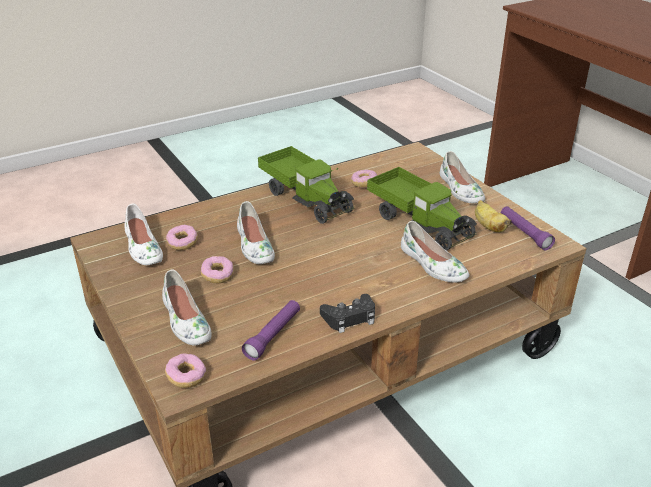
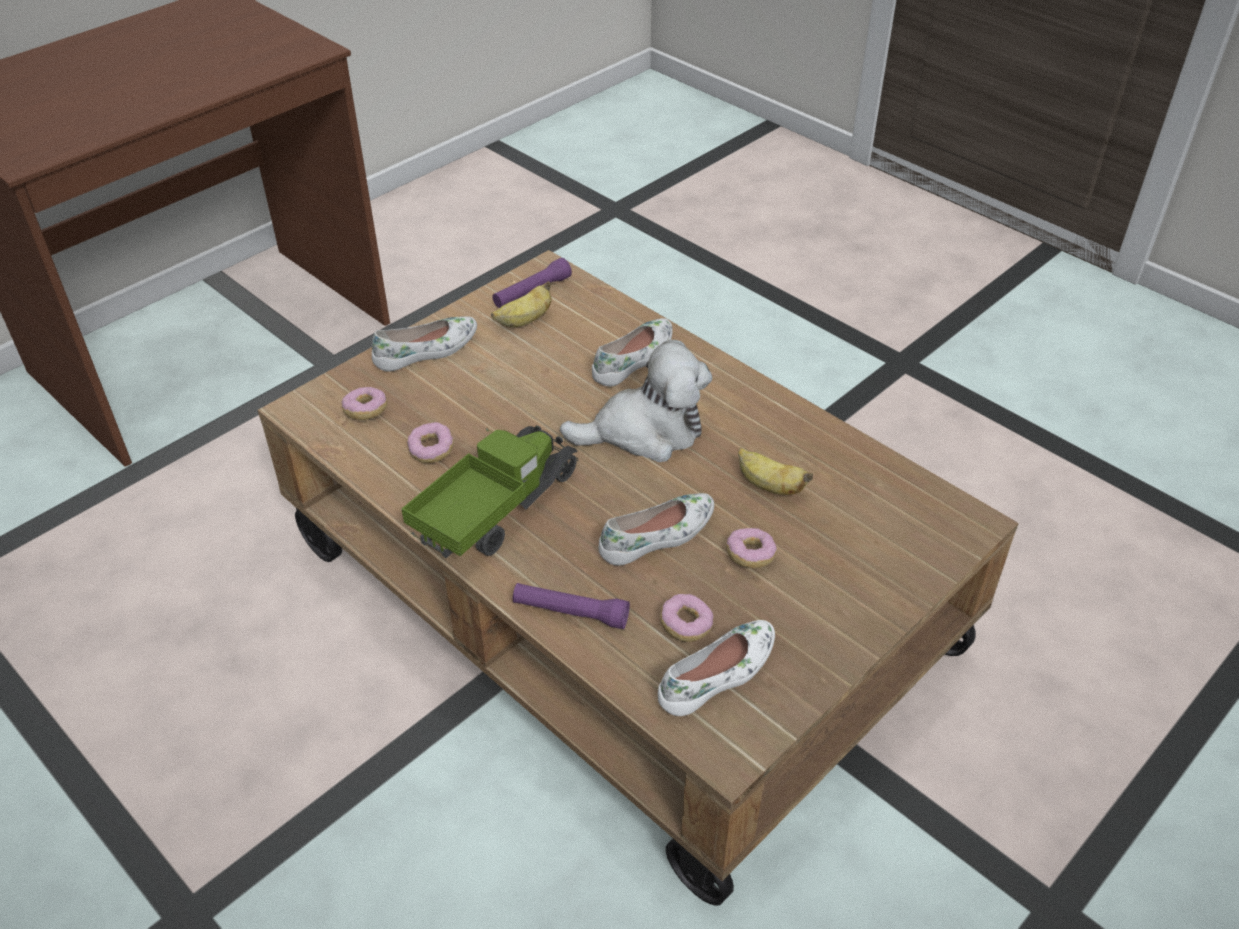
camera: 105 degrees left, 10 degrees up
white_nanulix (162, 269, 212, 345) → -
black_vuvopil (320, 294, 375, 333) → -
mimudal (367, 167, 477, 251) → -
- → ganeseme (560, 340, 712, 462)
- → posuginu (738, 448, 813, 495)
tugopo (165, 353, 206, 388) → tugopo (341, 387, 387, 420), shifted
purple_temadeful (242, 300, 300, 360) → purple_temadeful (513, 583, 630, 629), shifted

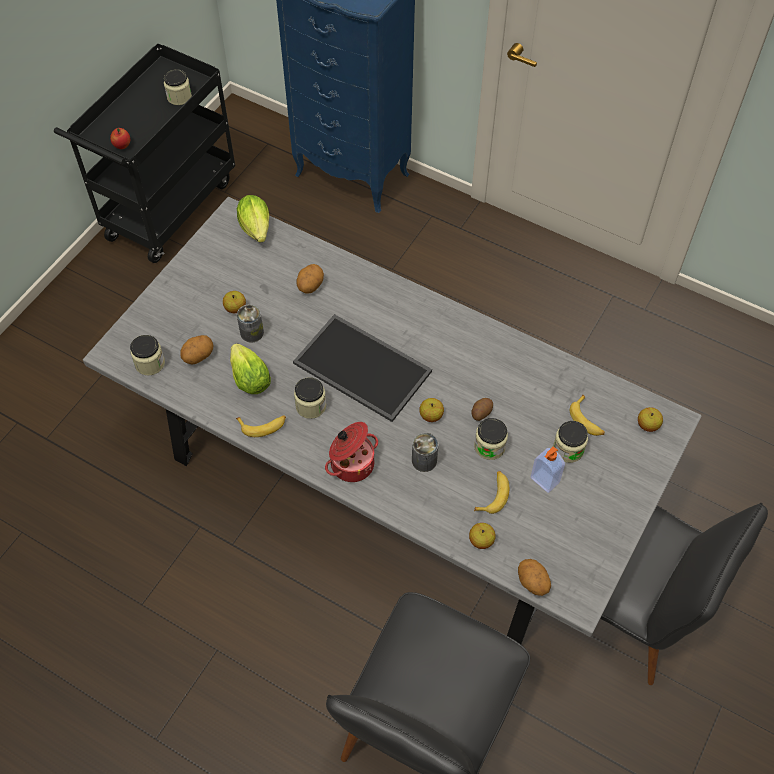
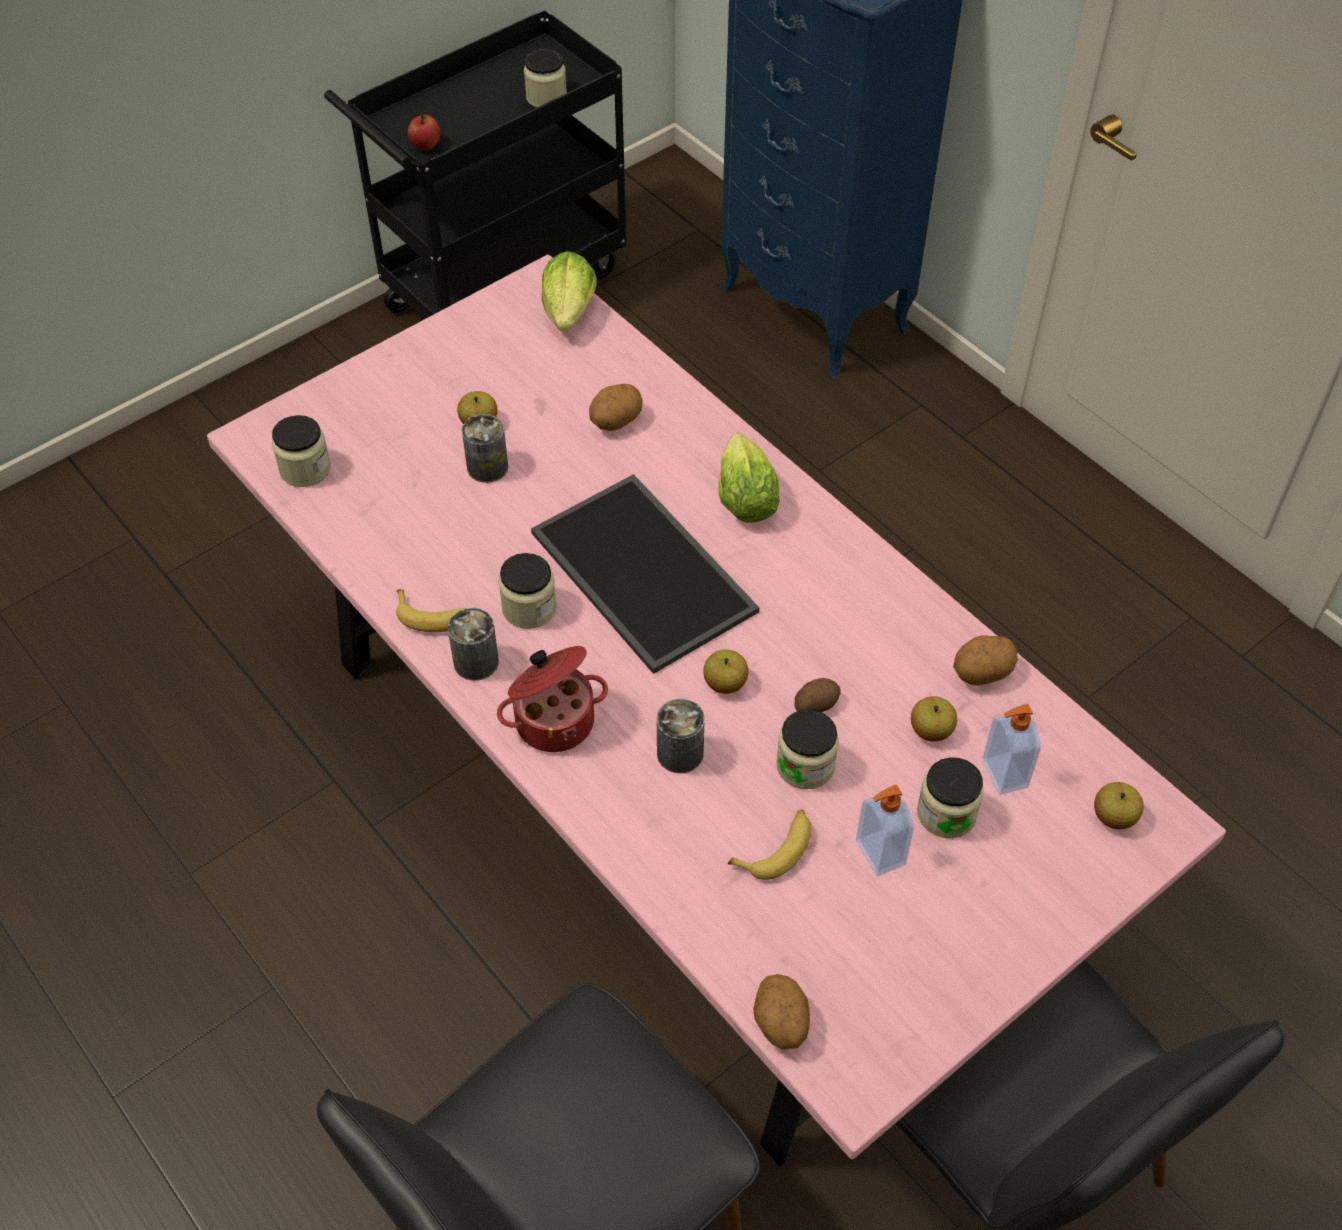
camera: 20 degrees right, 5 degrees down
- → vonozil (447, 608, 499, 681)
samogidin (180, 335, 213, 365) → samogidin (953, 636, 1018, 685), shifted
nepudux (230, 343, 271, 394) → nepudux (718, 434, 780, 523), shifted
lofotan (469, 523, 496, 549) → lofotan (911, 696, 957, 742), shifted
posuginu (570, 395, 605, 436) → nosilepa (982, 704, 1041, 795)
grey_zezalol (83, 197, 702, 644) → pink_zezalol (207, 255, 1226, 1167)

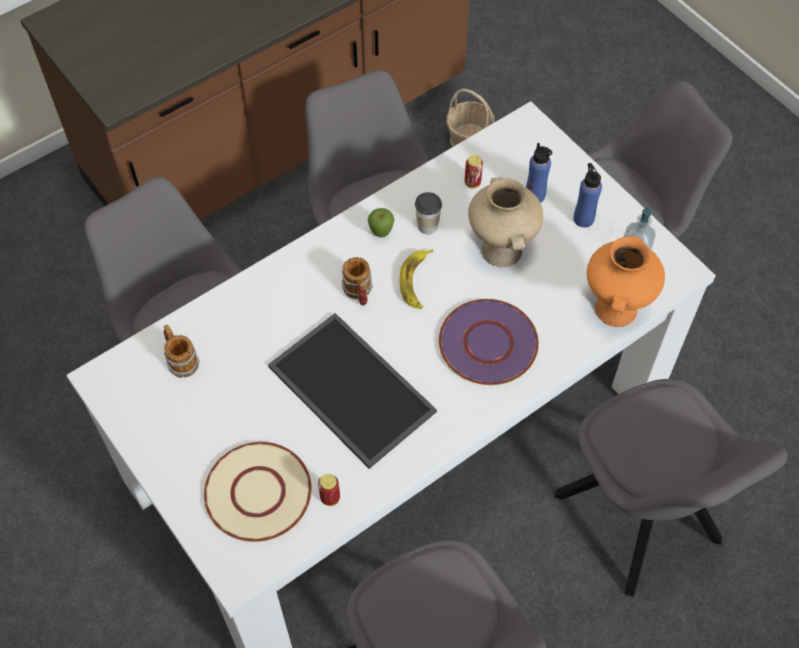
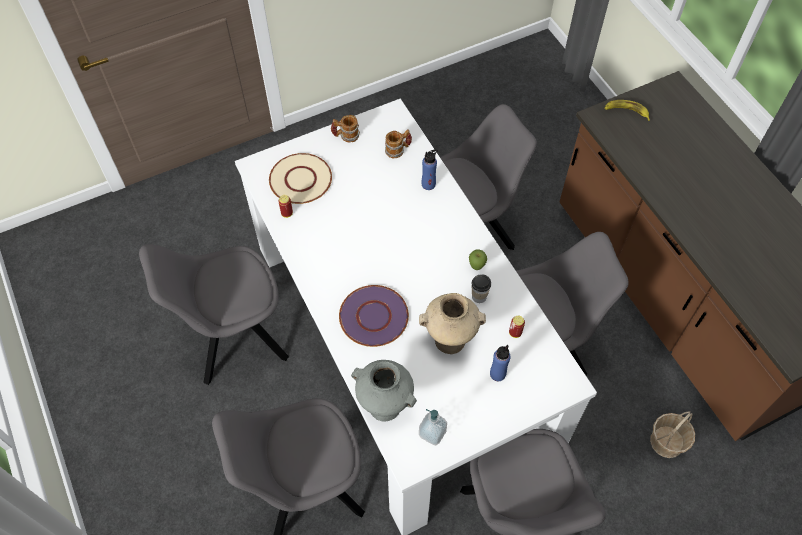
camera: 100 degrees right, 0 degrees up
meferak (268, 313, 437, 469) → -
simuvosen (342, 257, 373, 305) → simuvosen (331, 115, 360, 142), shifted
posuginu (400, 249, 433, 309) → posuginu (604, 100, 650, 121), shifted
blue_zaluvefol (573, 163, 602, 227) → blue_zaluvefol (422, 149, 438, 190), shifted
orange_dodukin (587, 236, 665, 327) → grey_dodukin (351, 360, 417, 422)

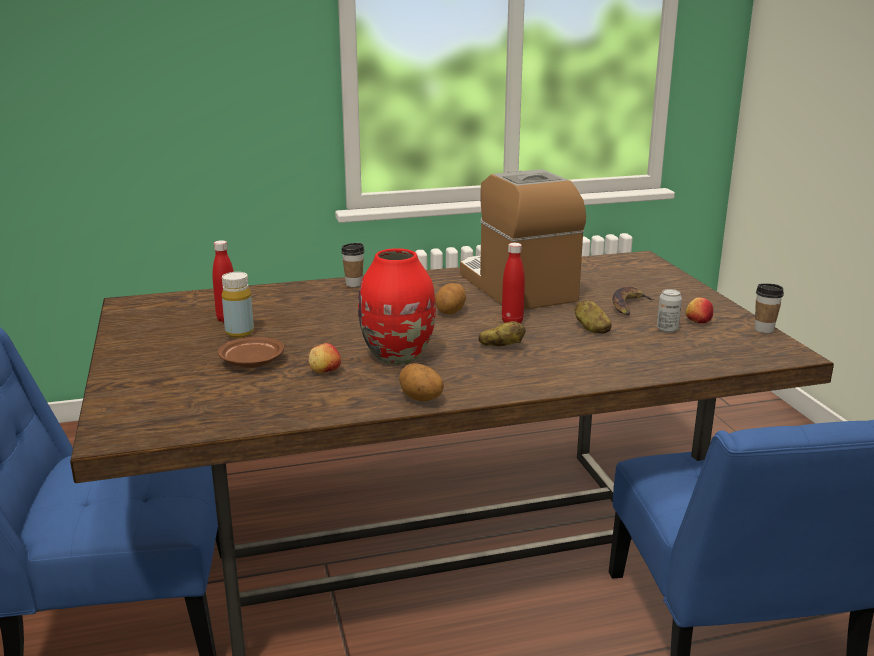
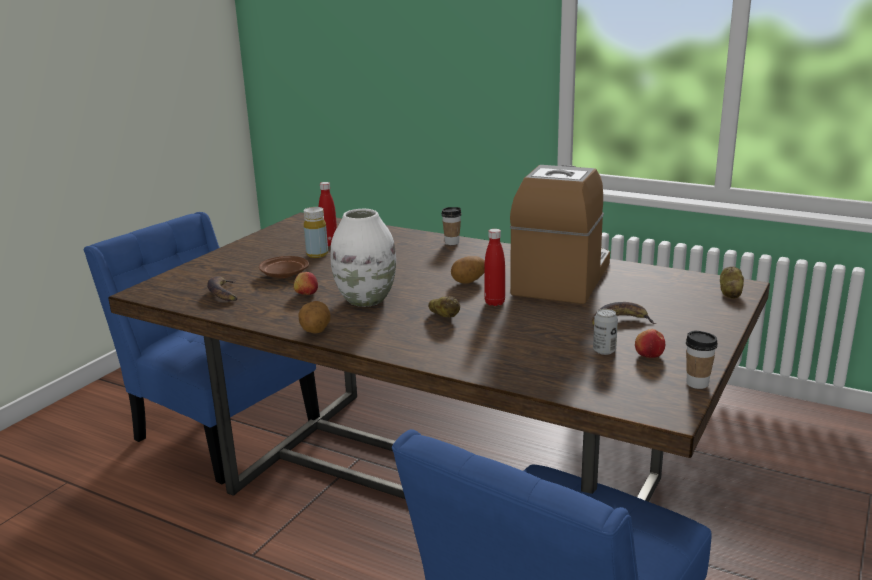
camera: 45 degrees right, 0 degrees up
- → posuginu (207, 276, 238, 301)
samogidin (575, 300, 612, 334) → samogidin (720, 266, 744, 299), shifted
red_dodukin (358, 248, 436, 365) → white_dodukin (330, 209, 396, 307)

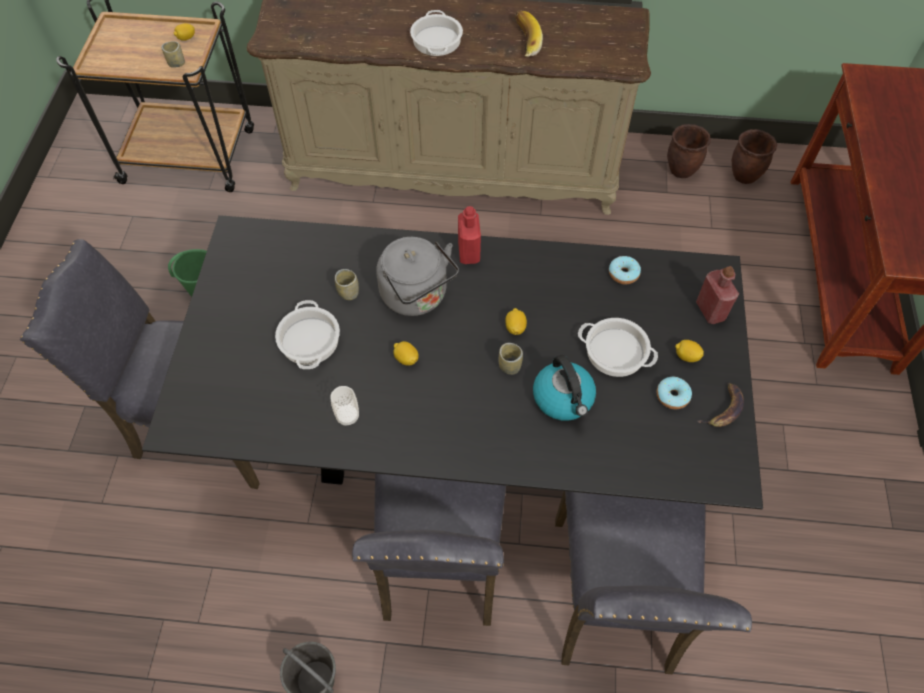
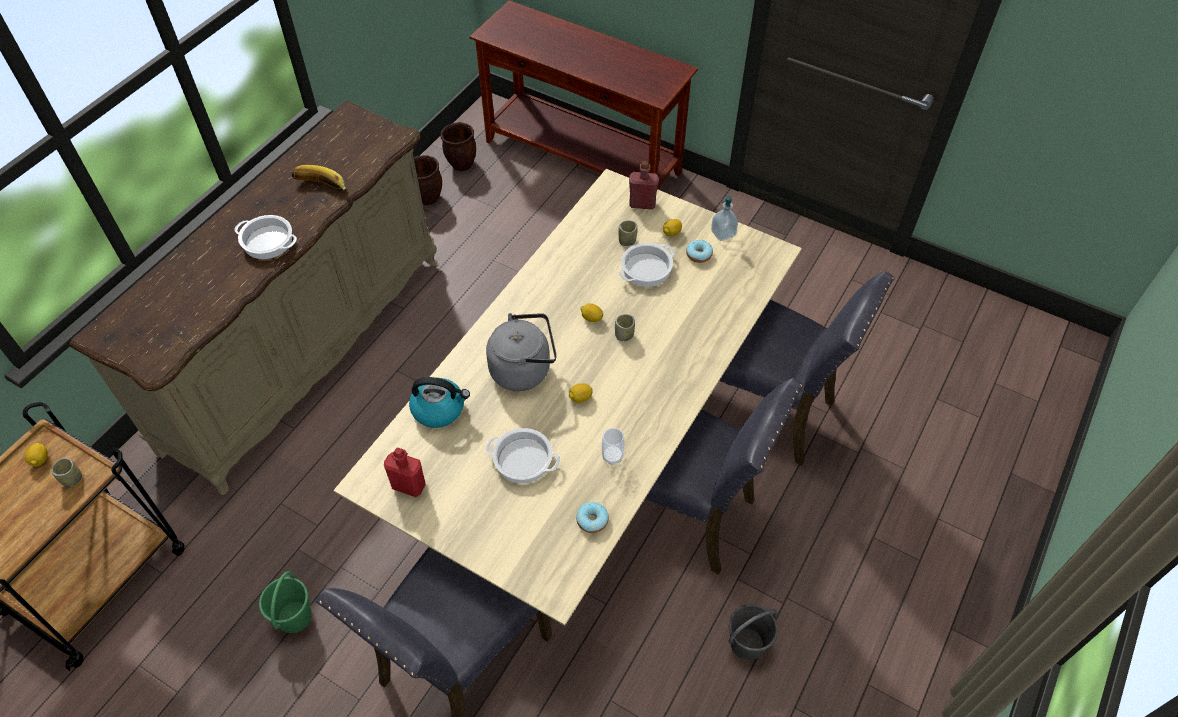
camera: 65 degrees left, 5 degrees down
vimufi (335, 269, 359, 300) → vimufi (619, 220, 637, 246), shifted
red_zaluvefol (458, 206, 481, 264) → red_zaluvefol (384, 448, 426, 497), shifted
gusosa (533, 355, 596, 421) → gusosa (409, 377, 470, 428), shifted
tugopo (609, 256, 641, 284) → tugopo (576, 502, 609, 533), shifted
posuginu (697, 383, 744, 427) → nosilepa (711, 196, 738, 241)
black_zezalol (142, 215, 763, 510) → beige_zezalol (333, 169, 802, 626)

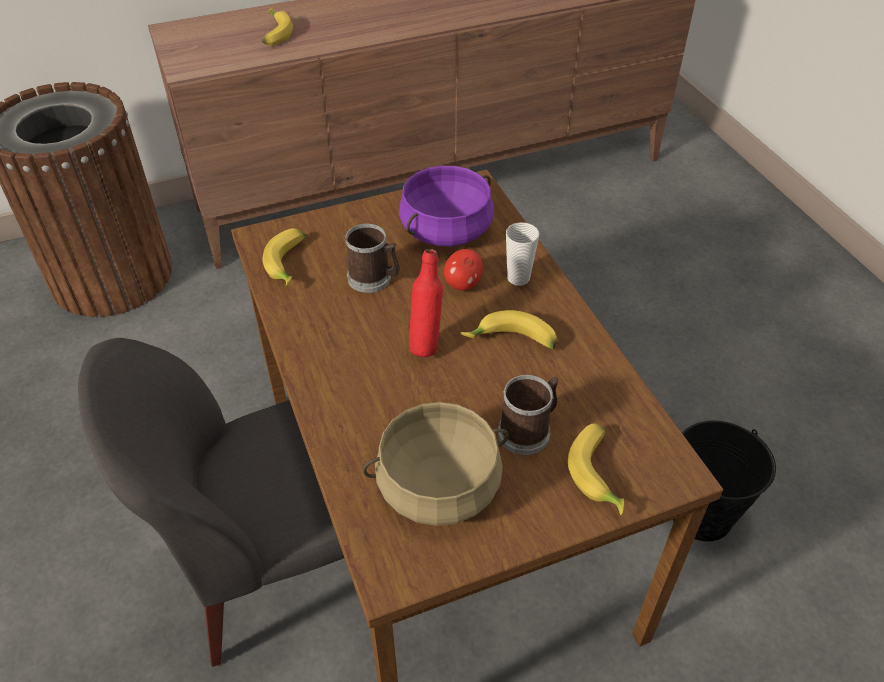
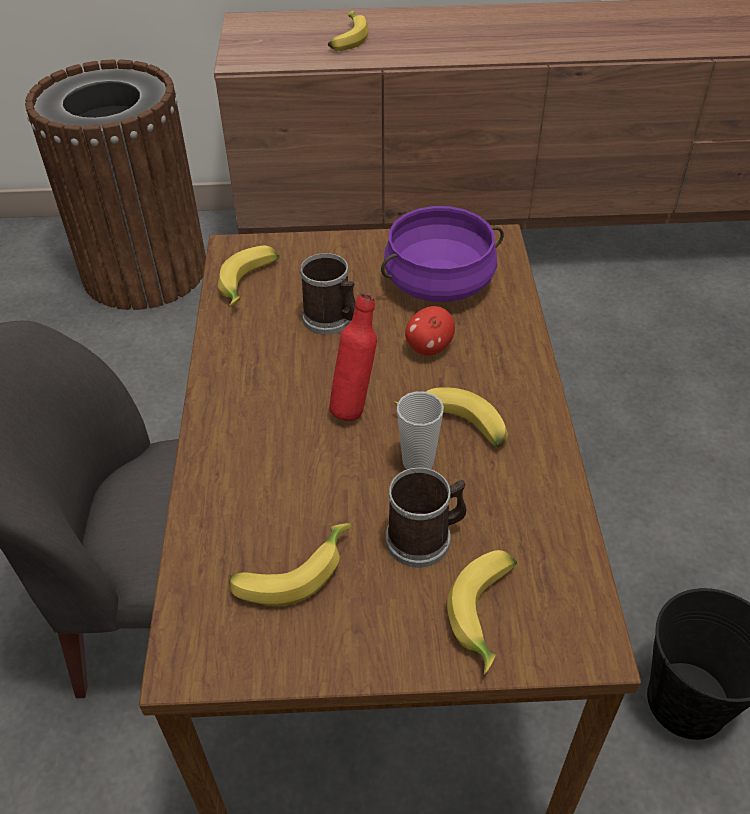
camera: 20 degrees right, 0 degrees up
vimufi (506, 222, 539, 286) → vimufi (397, 391, 443, 470), shifted
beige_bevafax (363, 402, 509, 526) → posuginu (229, 523, 351, 606)

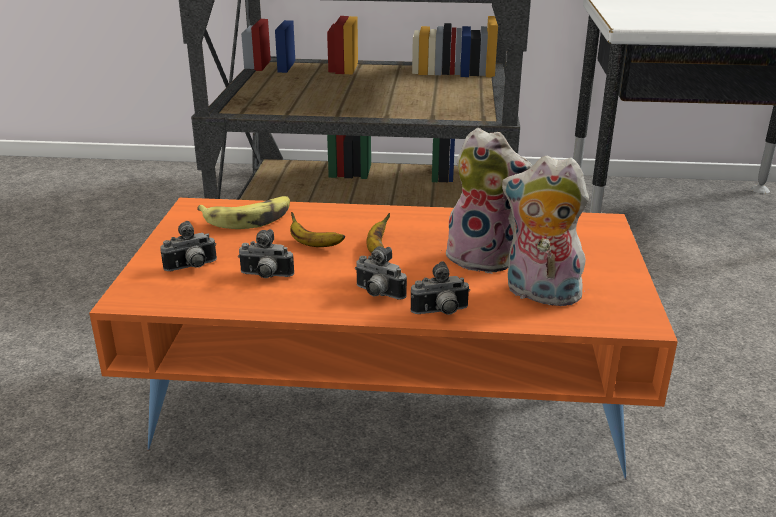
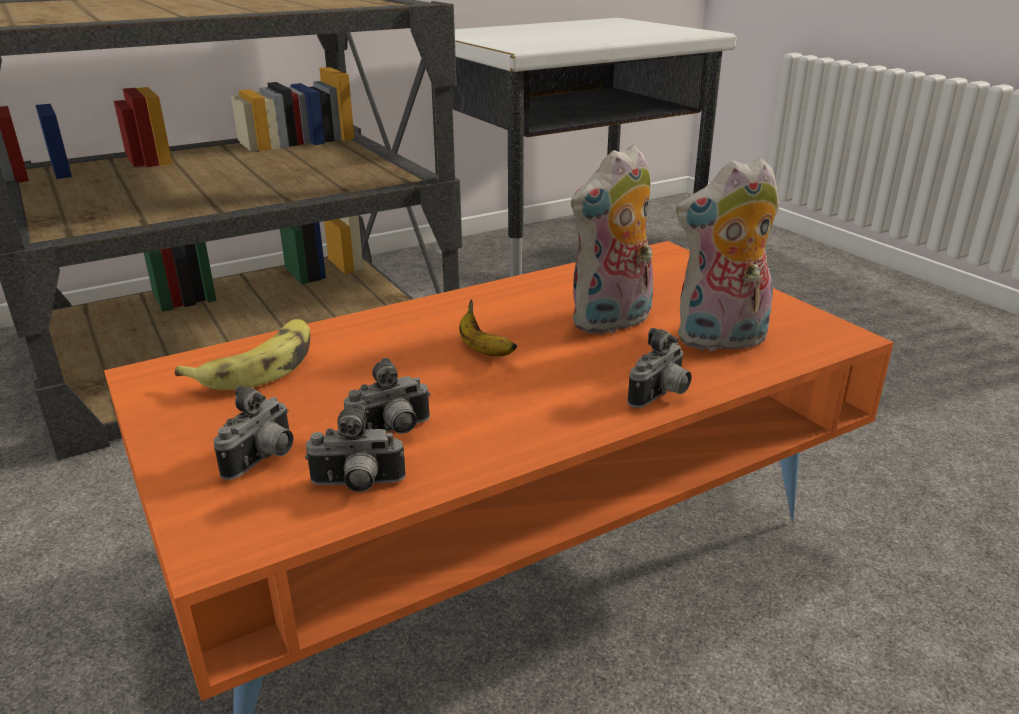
camera: 35 degrees left, 0 degrees up
posuginu (290, 212, 345, 247) → -
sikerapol (355, 246, 407, 299) → sikerapol (305, 404, 406, 492), shifted
ganeseme (446, 128, 532, 274) → ganeseme (571, 145, 653, 335), 150 degrees clockwise

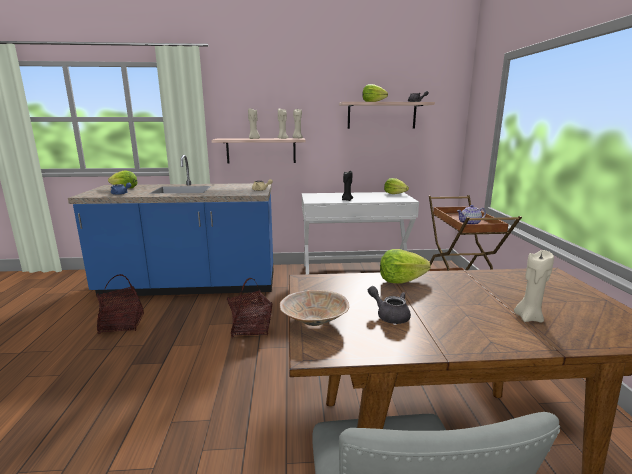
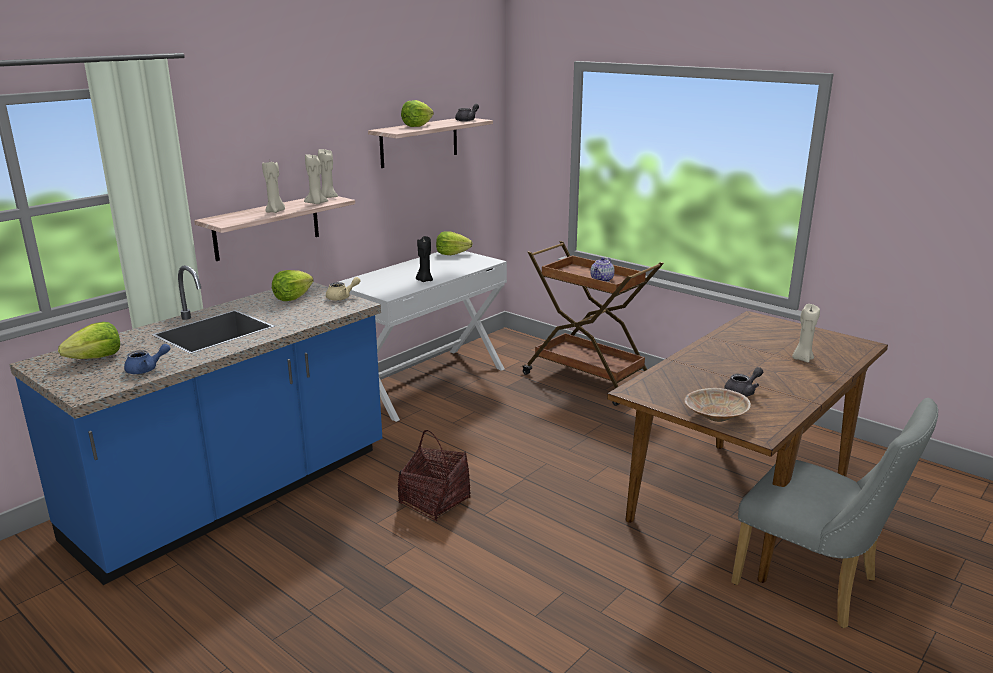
camera: 45 degrees left, 5 degrees up
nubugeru (96, 274, 144, 334) → -
nepudux (380, 249, 431, 284) → nepudux (272, 270, 313, 301), shifted
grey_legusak (368, 286, 411, 324) → grey_legusak (724, 367, 763, 397), 150 degrees clockwise

